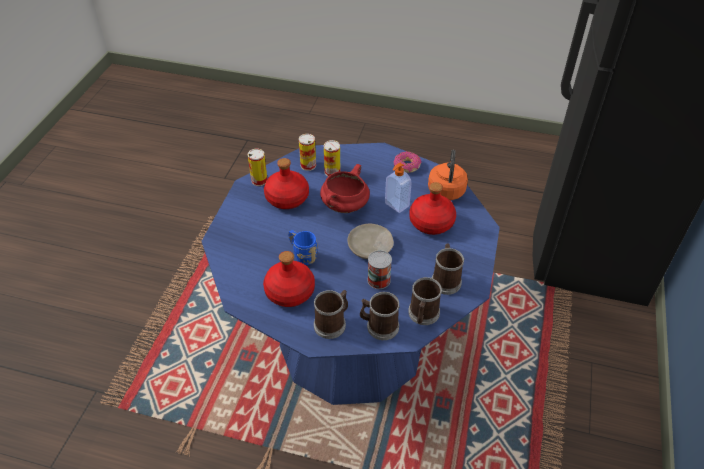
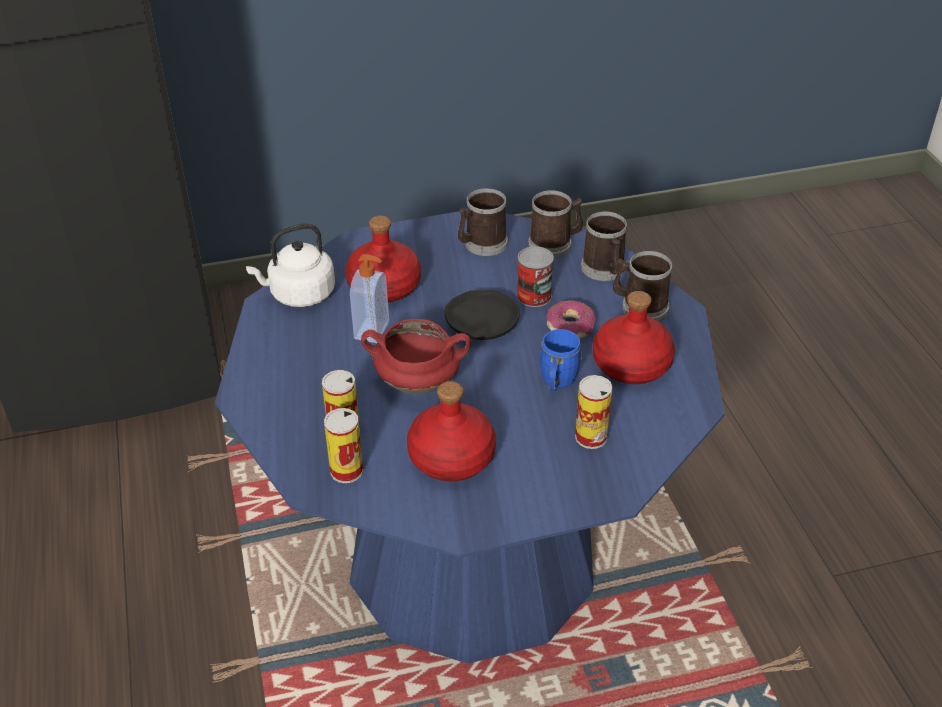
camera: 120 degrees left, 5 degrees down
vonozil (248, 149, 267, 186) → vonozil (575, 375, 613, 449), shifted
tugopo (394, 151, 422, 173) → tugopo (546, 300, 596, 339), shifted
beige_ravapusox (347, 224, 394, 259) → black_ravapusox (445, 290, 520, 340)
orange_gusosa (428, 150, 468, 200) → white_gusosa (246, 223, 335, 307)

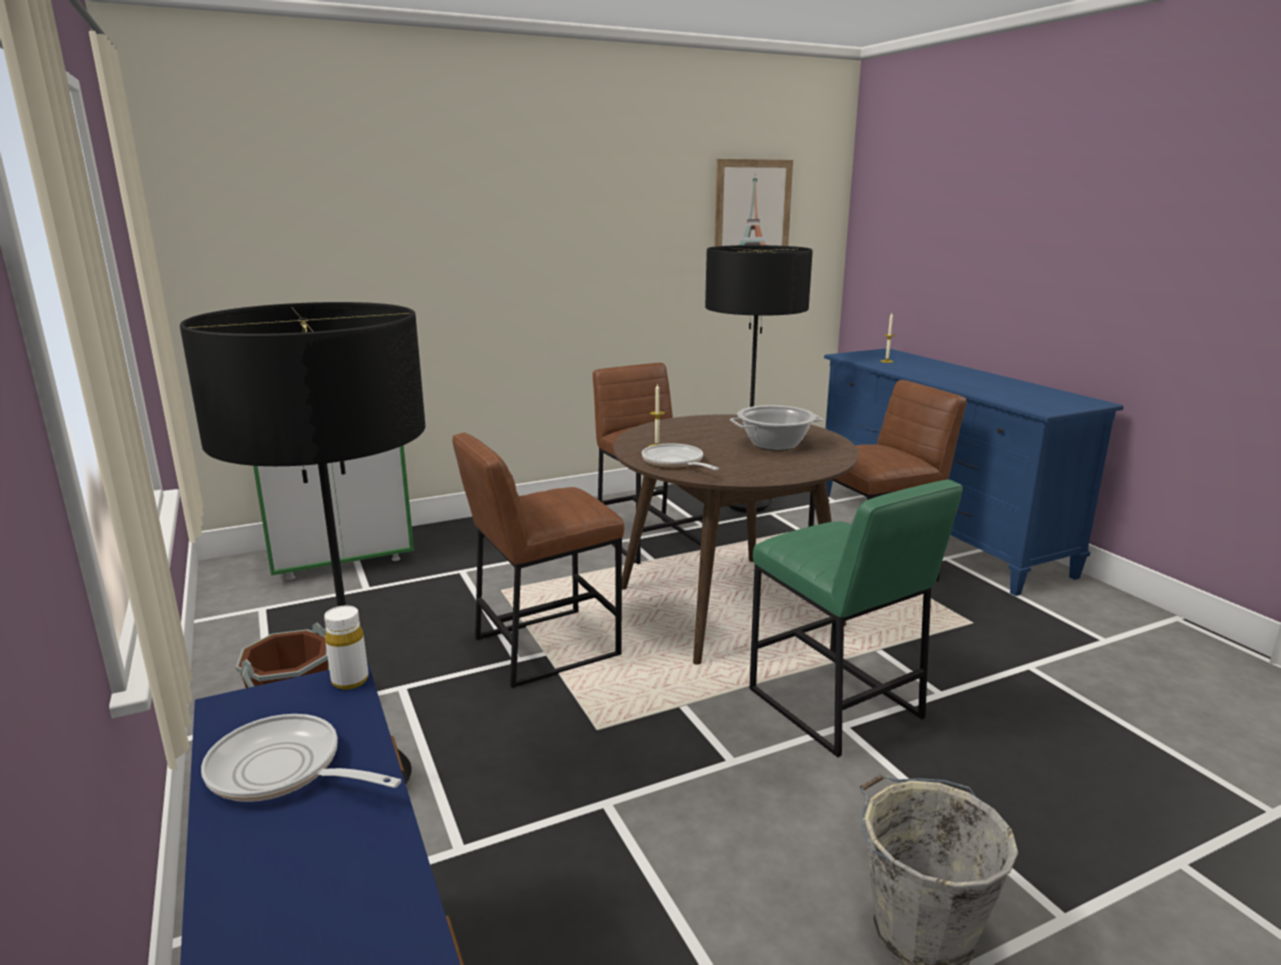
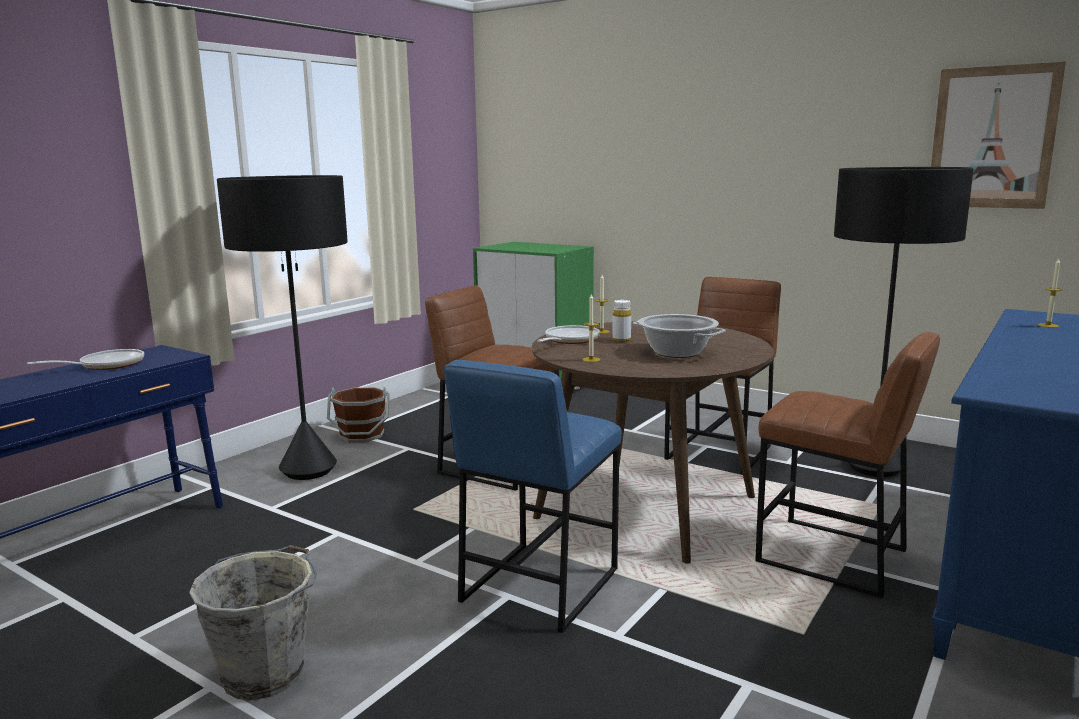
camera: 60 degrees right, 5 degrees down
- → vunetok (582, 293, 600, 362)
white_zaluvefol (324, 606, 369, 690) → white_zaluvefol (612, 300, 631, 342), shifted
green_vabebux (749, 480, 963, 757) → blue_vabebux (444, 360, 622, 633)
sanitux (201, 714, 401, 802) → sanitux (27, 349, 144, 370), 60 degrees clockwise

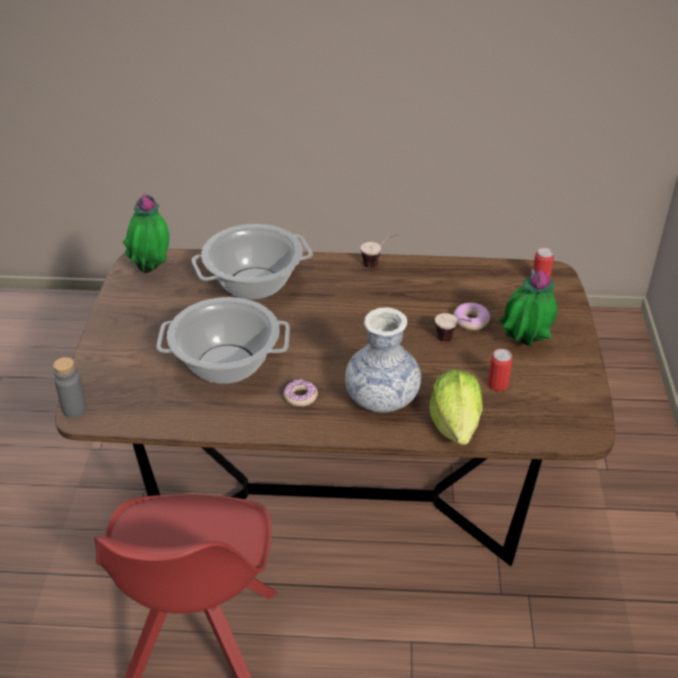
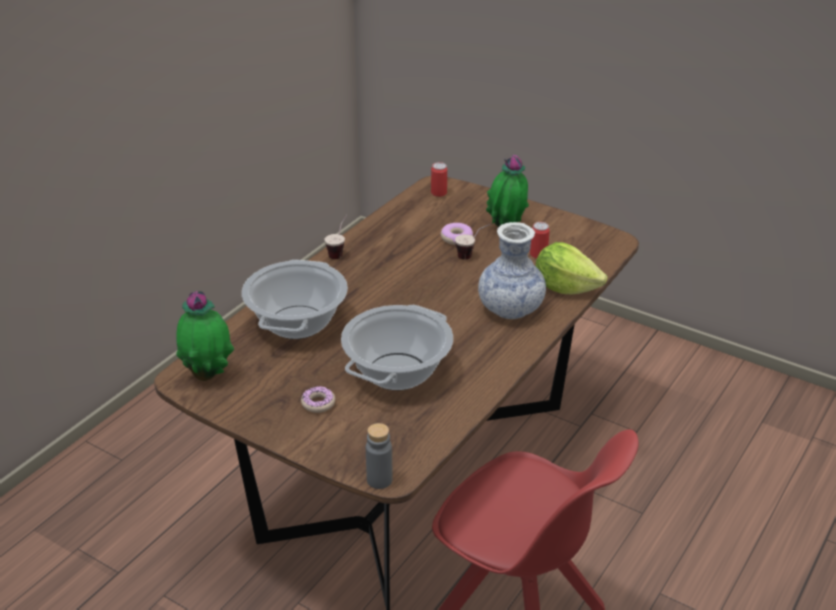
camera: 60 degrees left, 5 degrees down
tugopo (284, 379, 318, 407) → tugopo (301, 386, 335, 413), shifted

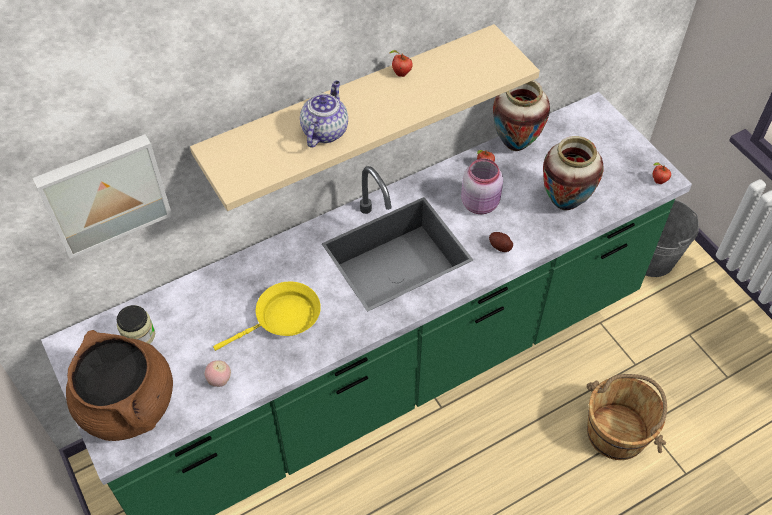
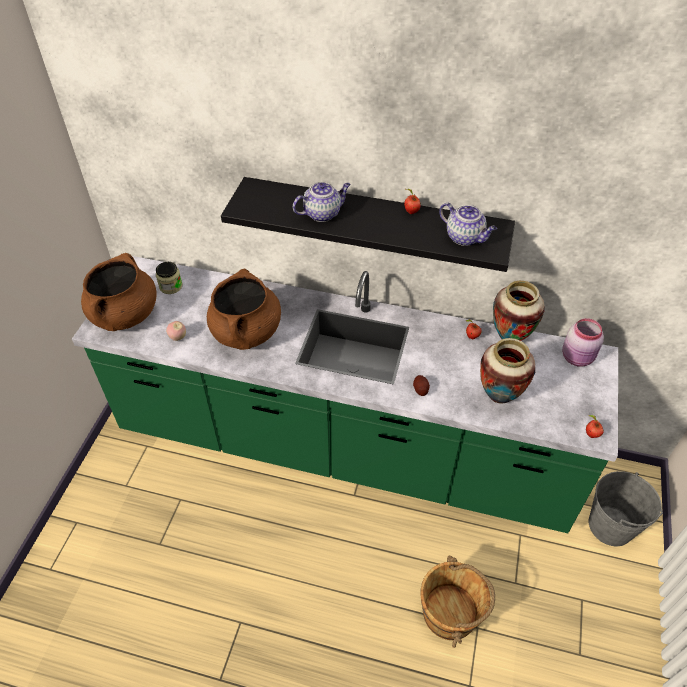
camera: 45 degrees right, 5 degrees down
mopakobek (32, 134, 172, 259) → -
- → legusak (439, 202, 497, 246)
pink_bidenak (461, 158, 503, 214) → pink_bidenak (562, 318, 604, 367), shifted
yellow_sanitux (213, 281, 321, 351) → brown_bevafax (207, 269, 281, 350)
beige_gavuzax (190, 24, 540, 211) → black_gavuzax (221, 177, 515, 272)

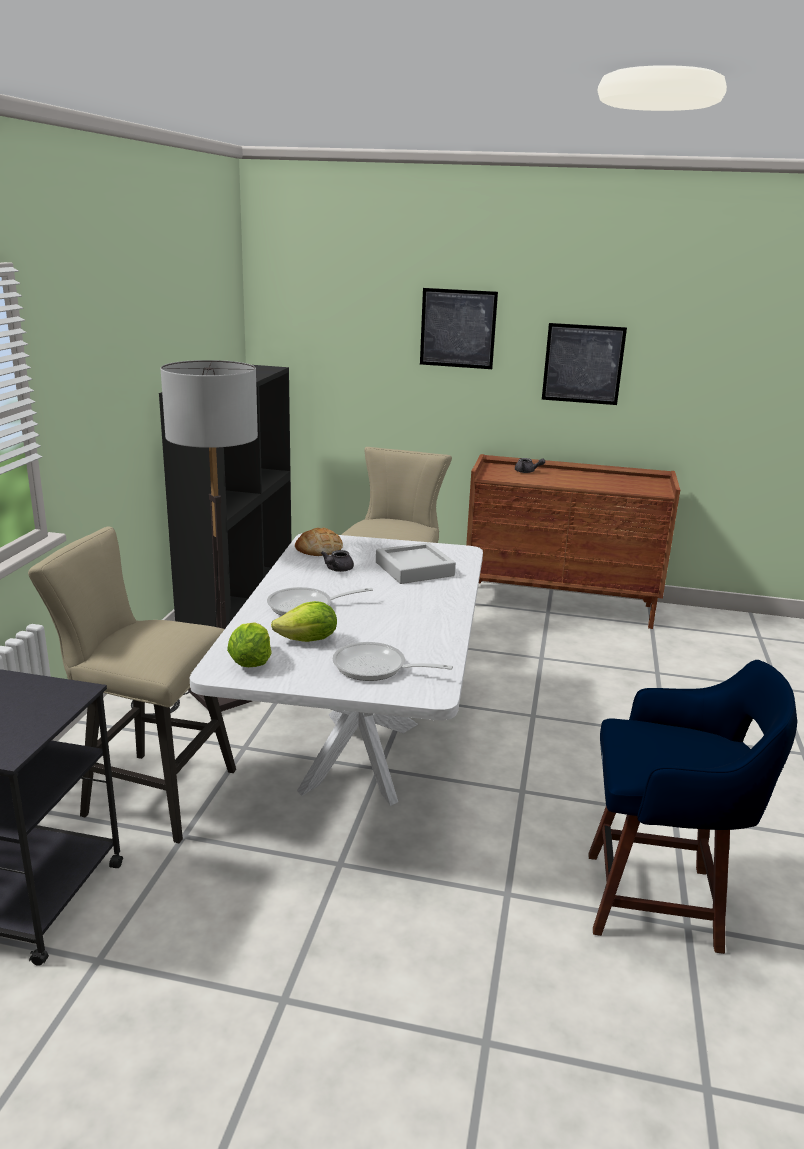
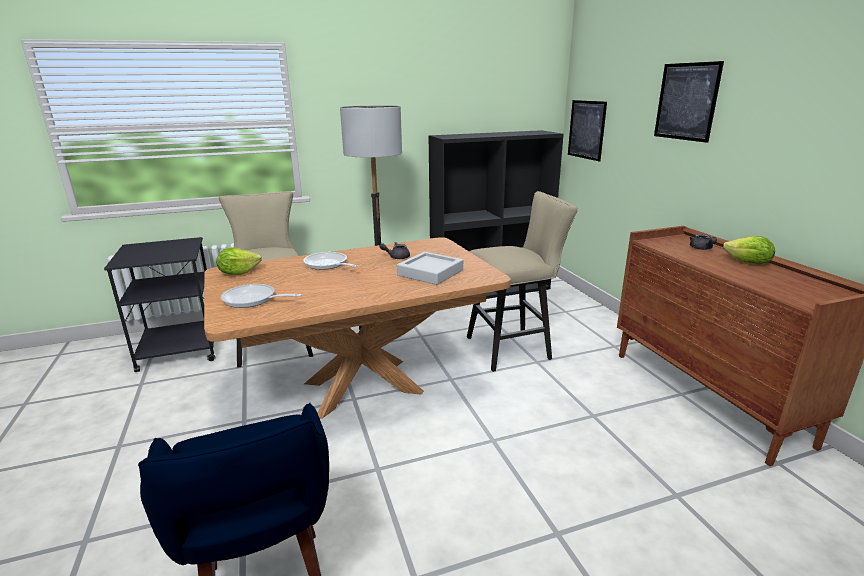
camera: 60 degrees right, 0 degrees up
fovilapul (295, 528, 343, 556) → -
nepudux (271, 601, 337, 642) → nepudux (723, 236, 775, 264), shifted
mopakobek (542, 323, 627, 405) → mopakobek (568, 100, 607, 161), shifted
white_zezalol (189, 533, 483, 806) → brown_zezalol (204, 237, 511, 419)
sanitux (332, 642, 453, 681) → sanitux (221, 284, 302, 308), 60 degrees counterclockwise

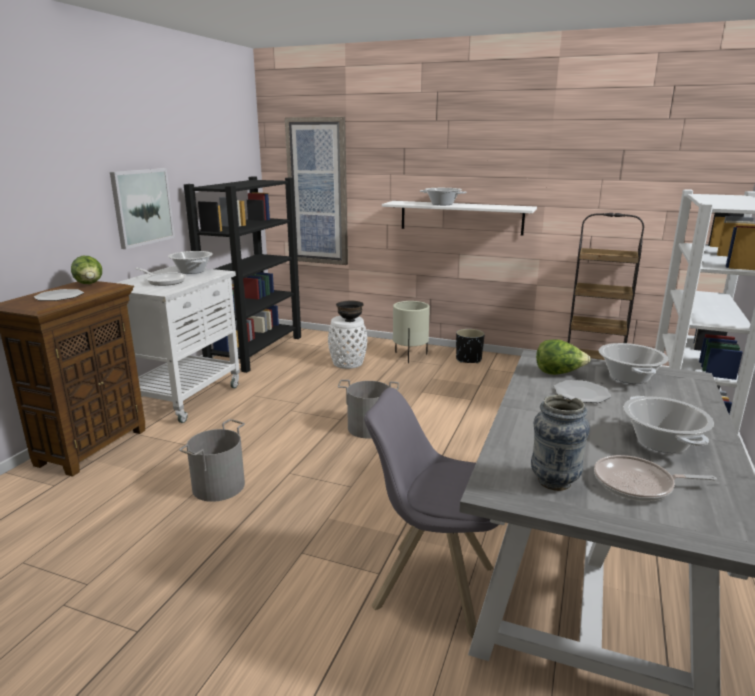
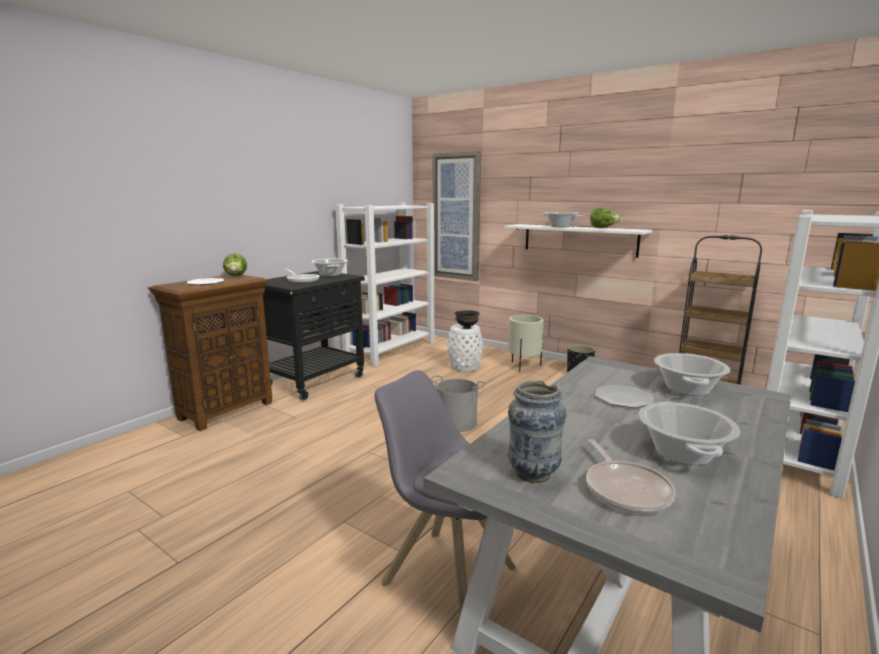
camera: 15 degrees right, 5 degrees down
mopakobek (110, 168, 175, 249) → -
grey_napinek (179, 419, 245, 502) → -
nepudux (536, 339, 591, 375) → nepudux (590, 208, 621, 228), shifted
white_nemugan (117, 266, 240, 423) → black_nemugan (263, 271, 365, 401)
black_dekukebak (184, 176, 301, 373) → white_dekukebak (335, 203, 434, 367)
sanitux (594, 455, 717, 501) → sanitux (586, 439, 676, 514), 120 degrees counterclockwise

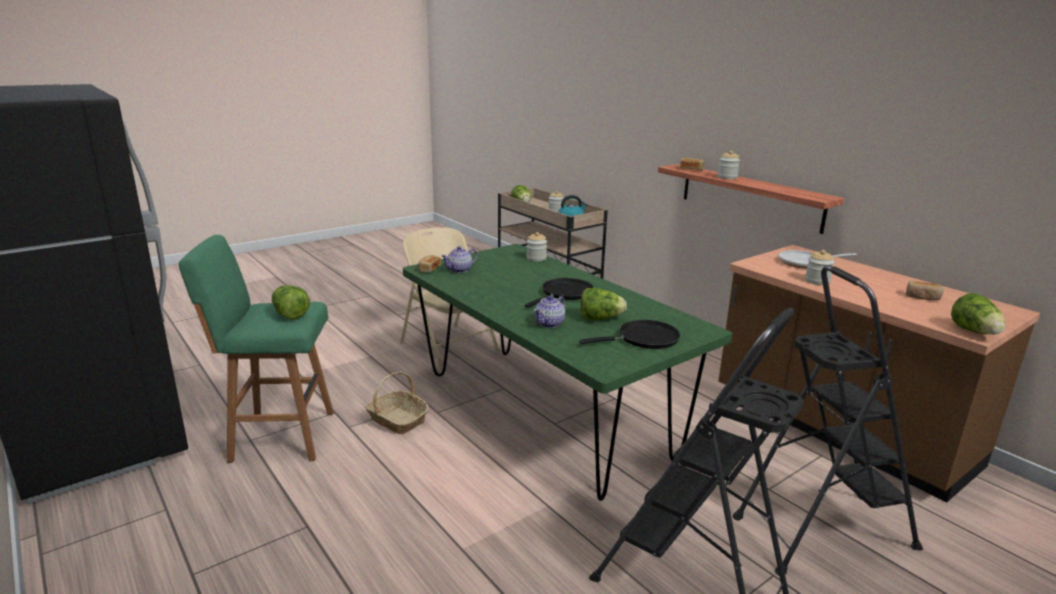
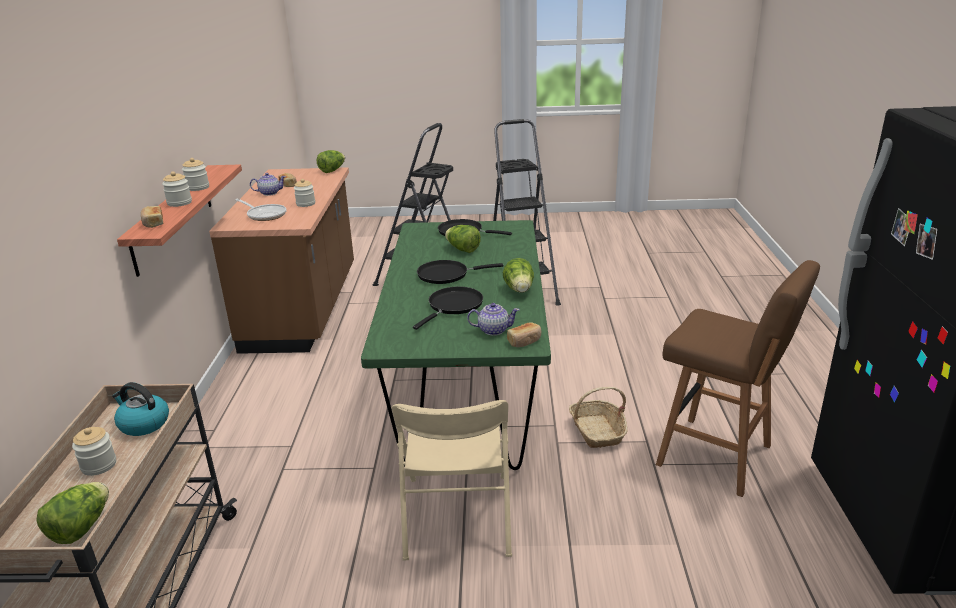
camera: 140 degrees left, 5 degrees up
- → black_sanitux (413, 287, 483, 330)
nepudux (272, 285, 310, 320) → nepudux (503, 258, 534, 293), shifted
bidenak (527, 232, 547, 262) → bidenak (182, 158, 209, 191), shifted
legusak (534, 296, 565, 328) → legusak (250, 173, 286, 196), shifted
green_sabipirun (178, 235, 334, 463) → brown_sabipirun (656, 260, 820, 497)

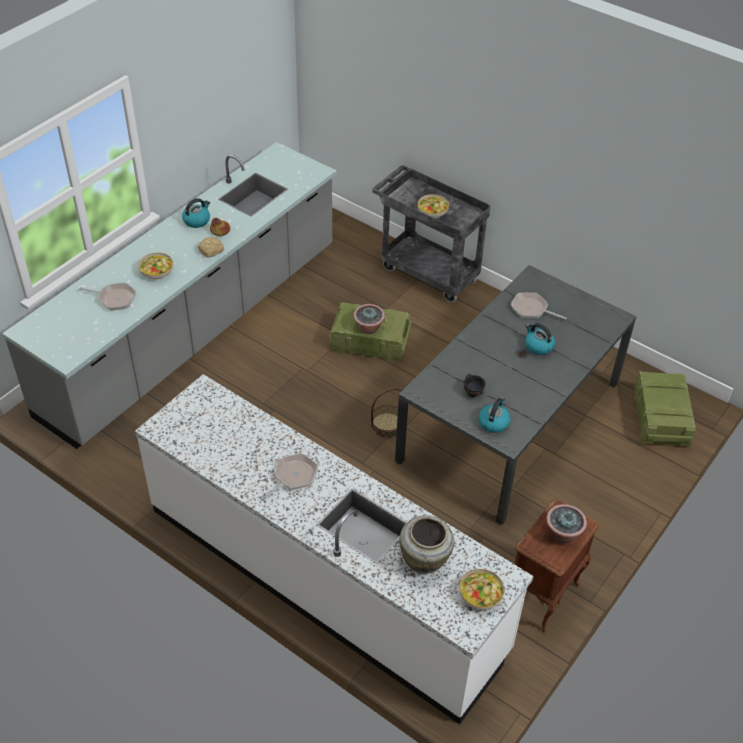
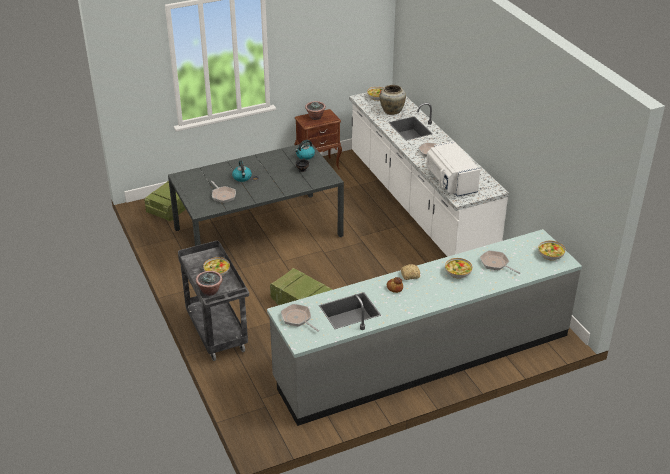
camera: 150 degrees left, 10 degrees down
gusosa (182, 198, 210, 228) → -
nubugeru (370, 388, 402, 439) → -
- → sanitux (281, 304, 319, 332)
- → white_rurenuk (426, 141, 480, 197)
- → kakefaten (538, 241, 565, 261)
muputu (354, 304, 385, 334) → muputu (196, 271, 223, 296), shifted

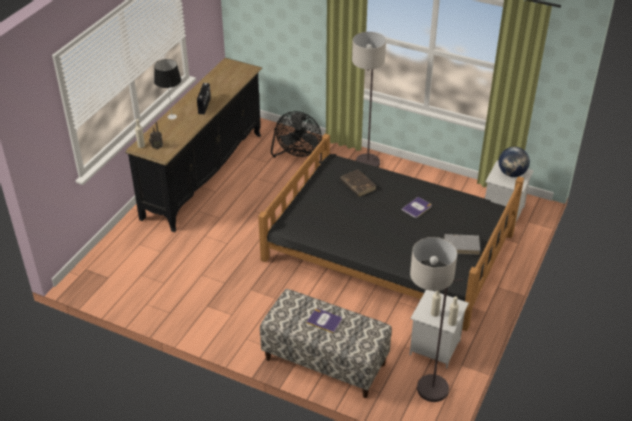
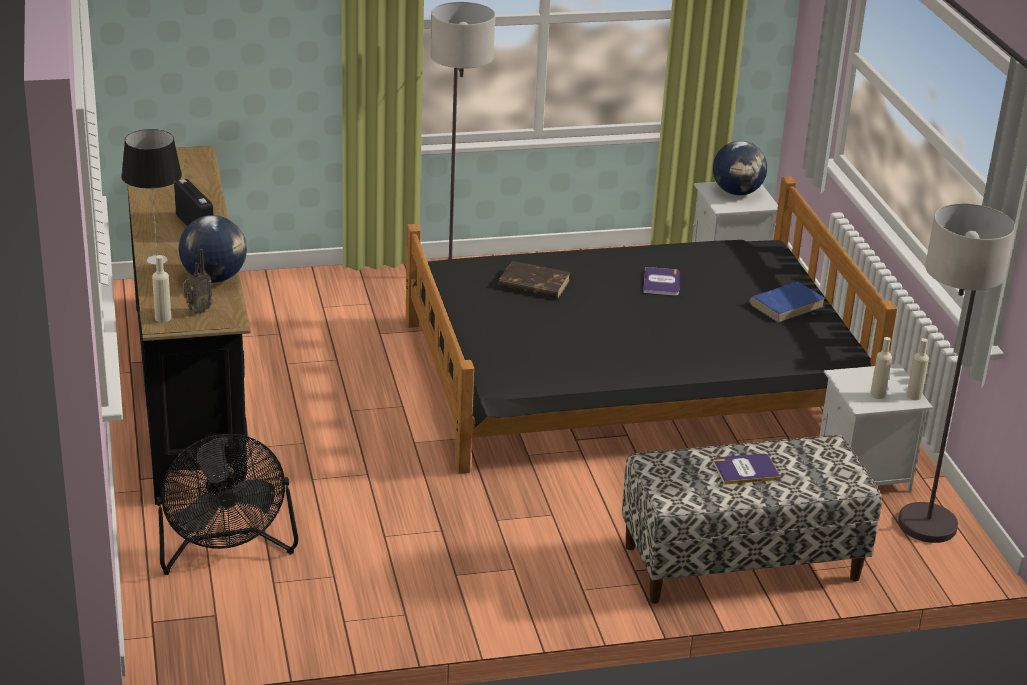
camera: 40 degrees left, 10 degrees down
- → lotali (178, 215, 247, 283)
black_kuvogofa (271, 111, 322, 163) → black_kuvogofa (157, 433, 298, 575), shifted
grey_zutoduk (444, 234, 480, 255) → blue_zutoduk (749, 282, 825, 323)

